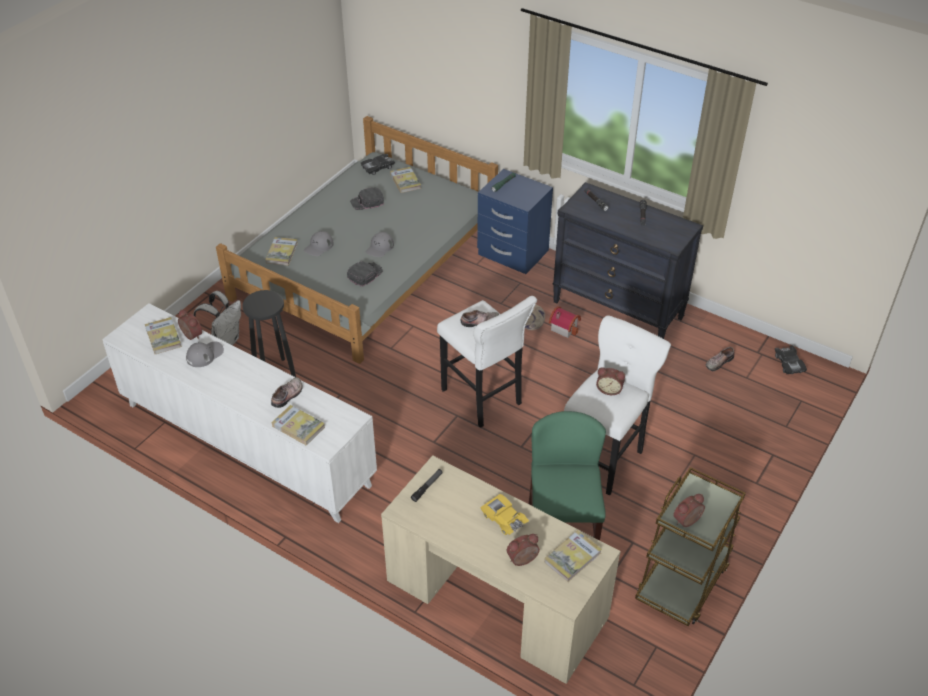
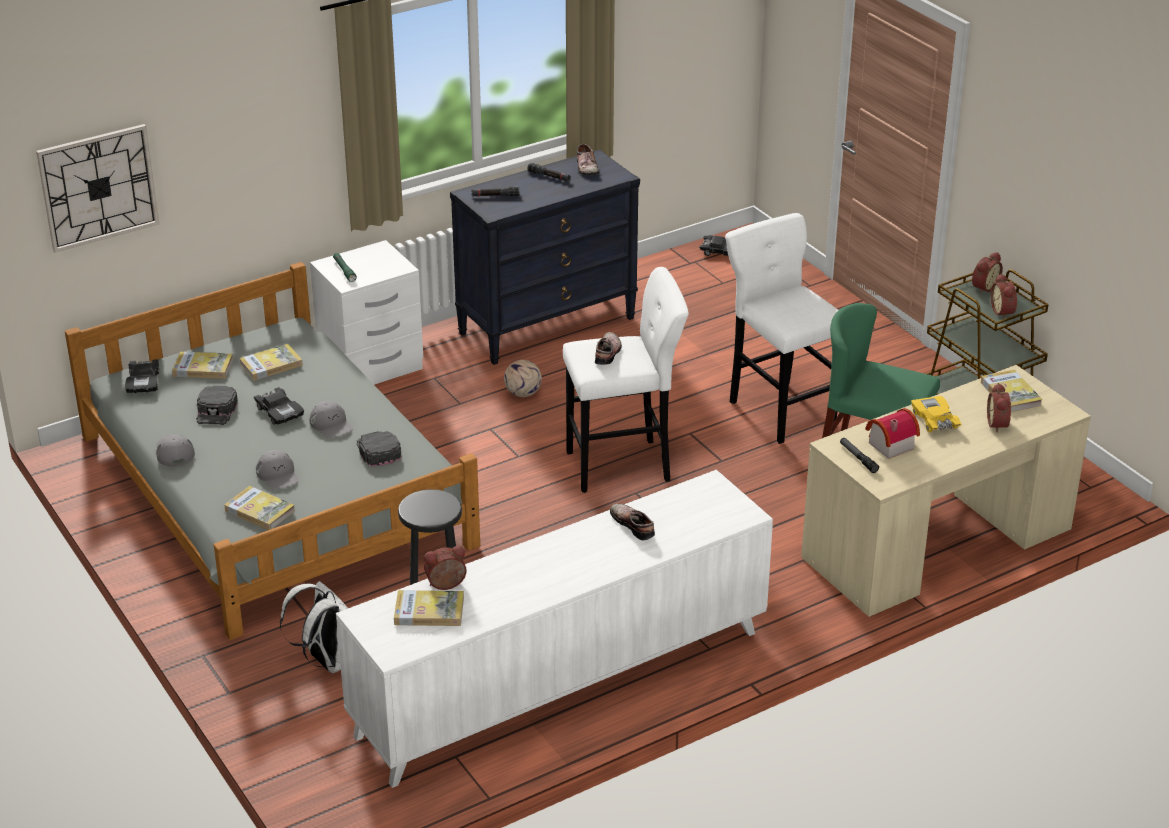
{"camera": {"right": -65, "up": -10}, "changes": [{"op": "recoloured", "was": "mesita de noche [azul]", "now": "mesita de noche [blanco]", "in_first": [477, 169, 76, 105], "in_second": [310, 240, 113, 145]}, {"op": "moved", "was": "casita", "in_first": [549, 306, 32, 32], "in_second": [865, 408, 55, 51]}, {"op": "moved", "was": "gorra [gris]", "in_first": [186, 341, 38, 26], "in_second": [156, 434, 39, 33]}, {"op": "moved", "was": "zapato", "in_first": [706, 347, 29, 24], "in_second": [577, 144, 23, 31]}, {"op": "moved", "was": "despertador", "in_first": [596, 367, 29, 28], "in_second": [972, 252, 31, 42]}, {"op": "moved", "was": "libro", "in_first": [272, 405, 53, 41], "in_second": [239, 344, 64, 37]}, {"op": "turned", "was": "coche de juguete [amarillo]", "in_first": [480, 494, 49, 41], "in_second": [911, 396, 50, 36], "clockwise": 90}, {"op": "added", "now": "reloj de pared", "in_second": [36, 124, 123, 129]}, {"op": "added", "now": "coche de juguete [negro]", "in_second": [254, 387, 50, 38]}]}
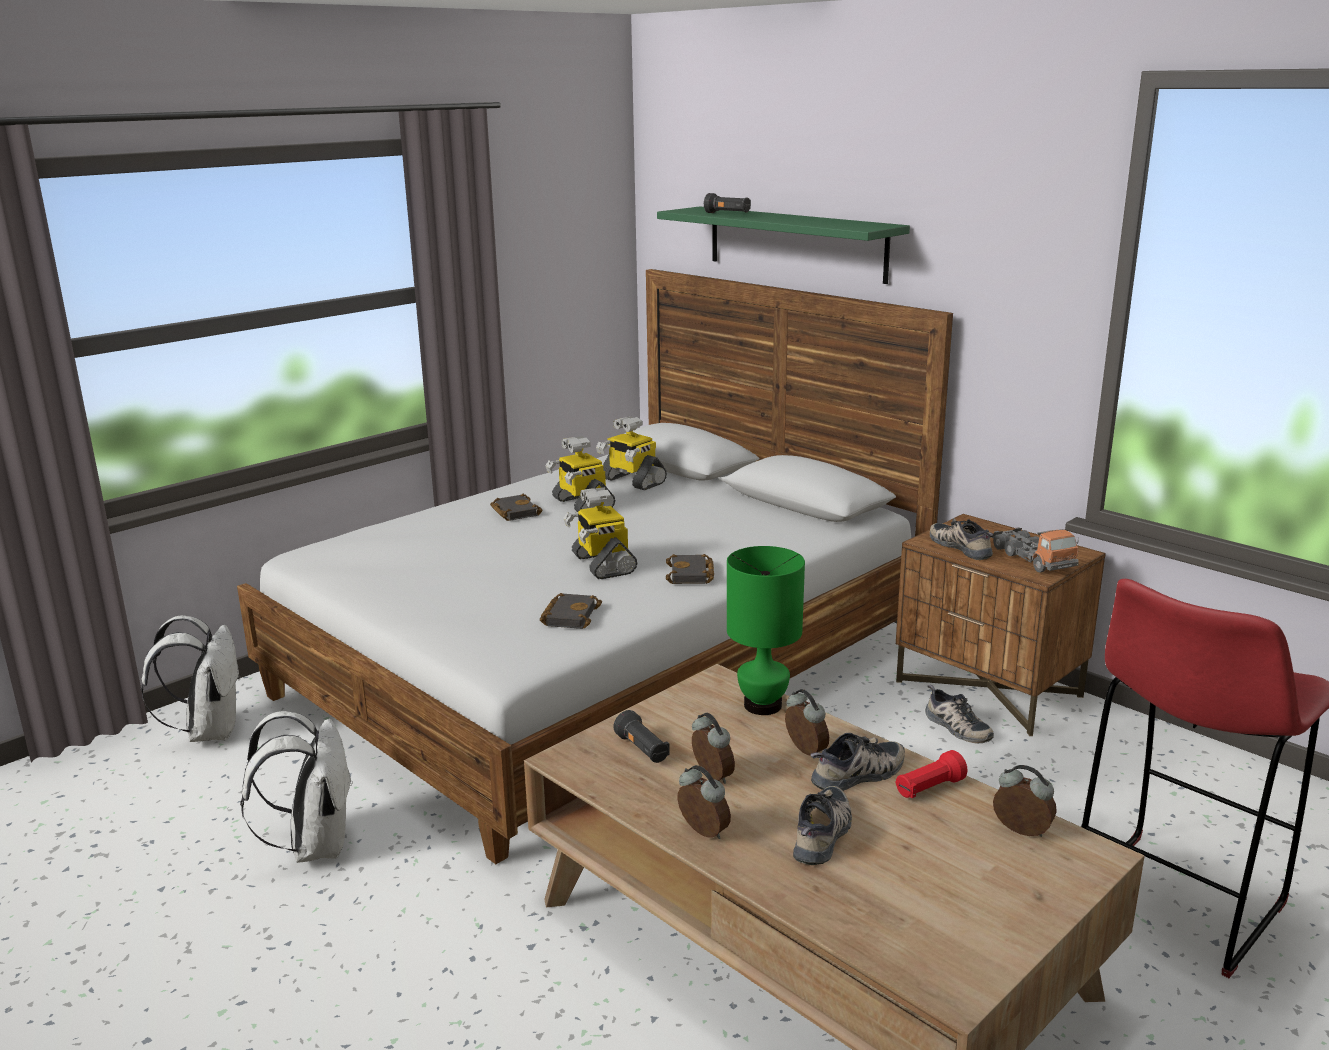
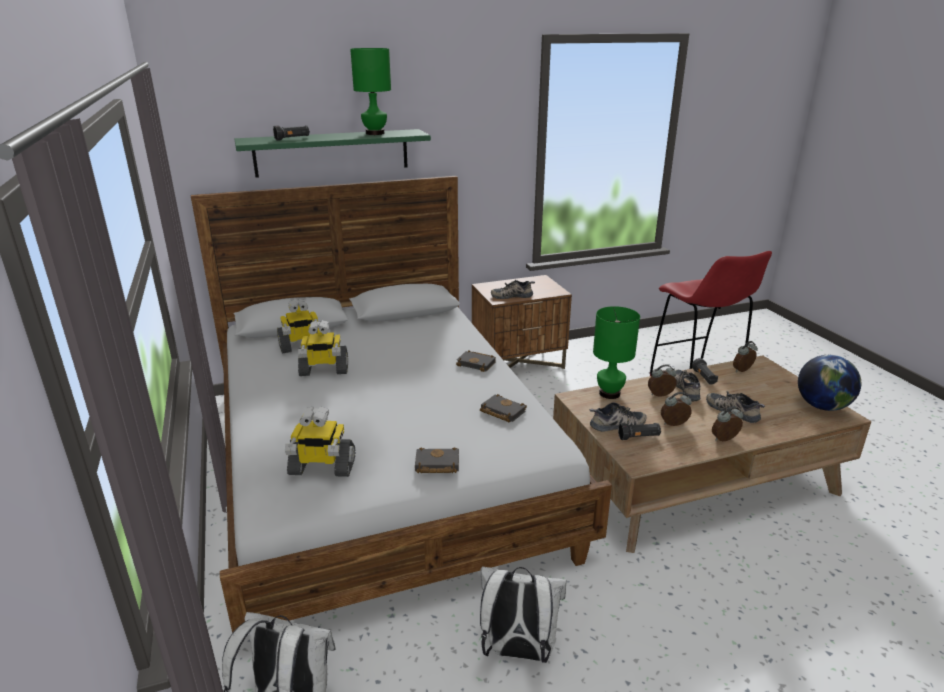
{"camera": {"right": -65, "up": 5}, "changes": [{"op": "moved", "was": "robot de juguete", "in_first": [563, 487, 74, 92], "in_second": [285, 406, 70, 71]}, {"op": "moved", "was": "libro [negro]", "in_first": [490, 494, 52, 27], "in_second": [415, 447, 44, 26]}, {"op": "removed", "was": "camión de juguete", "in_first": [991, 527, 88, 45]}, {"op": "moved", "was": "zapato", "in_first": [925, 685, 69, 59], "in_second": [590, 402, 57, 30]}, {"op": "recoloured", "was": "linterna [rojo]", "now": "linterna [negro]", "in_first": [895, 750, 72, 48], "in_second": [692, 358, 26, 27]}, {"op": "added", "now": "lámpara de mesa [verde]", "in_second": [350, 48, 41, 87]}, {"op": "added", "now": "globo terráqueo", "in_second": [798, 355, 63, 56]}]}
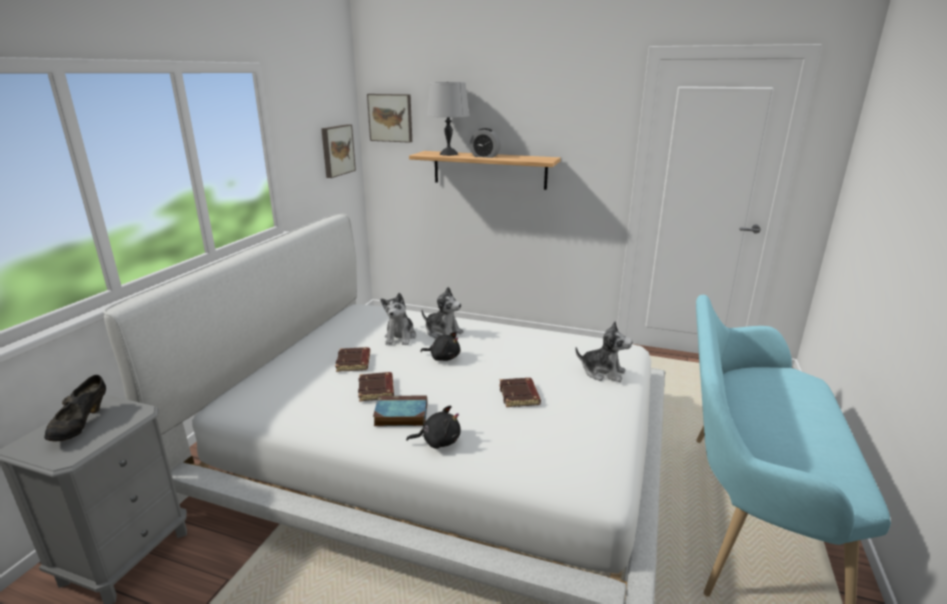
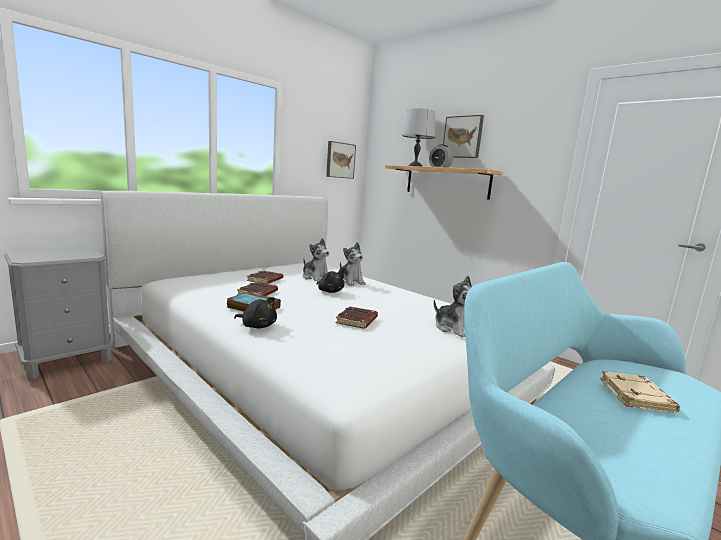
{"camera": {"right": 25, "up": -10}, "changes": [{"op": "moved", "was": "cuadro", "in_first": [367, 94, 45, 49], "in_second": [443, 115, 41, 43]}, {"op": "turned", "was": "peluche", "in_first": [381, 293, 35, 53], "in_second": [303, 238, 27, 44], "clockwise": -75}, {"op": "removed", "was": "zapato [negro]", "in_first": [44, 375, 62, 66]}, {"op": "added", "now": "libro [beis]", "in_second": [600, 371, 80, 42]}]}
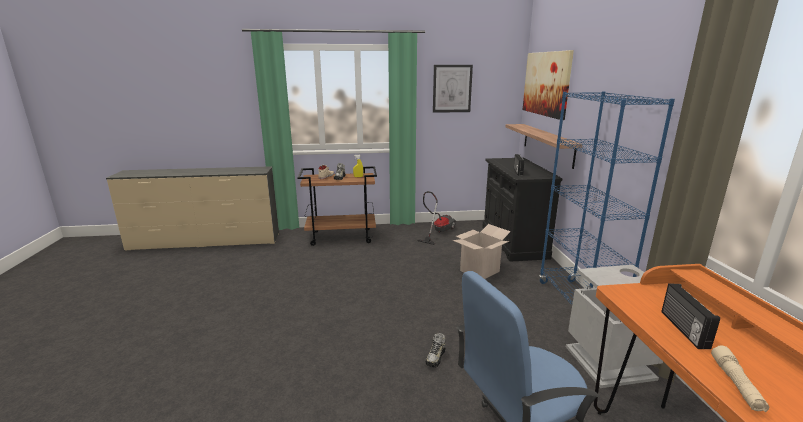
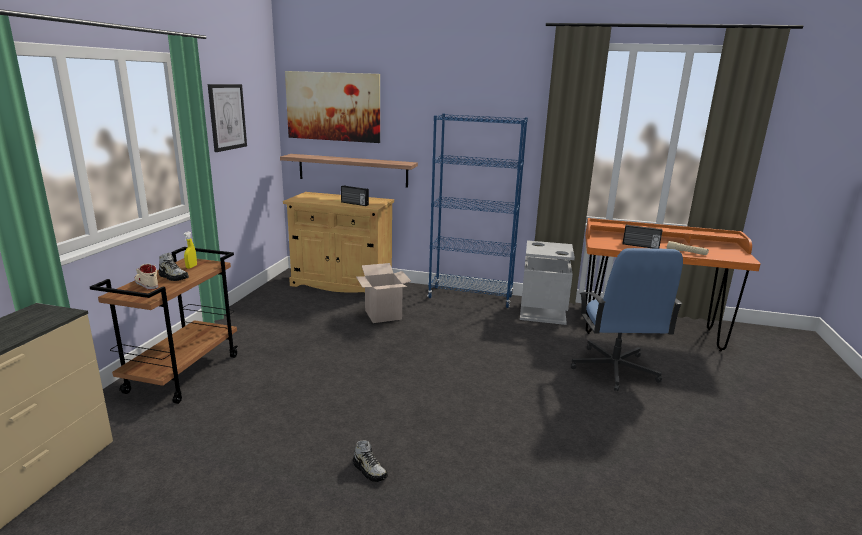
{"camera": {"right": -70, "up": 0}, "changes": [{"op": "recoloured", "was": "armario [negro]", "now": "armario [beis]", "in_first": [482, 158, 80, 103], "in_second": [283, 192, 111, 101]}, {"op": "removed", "was": "aspiradora", "in_first": [418, 191, 38, 54]}, {"op": "moved", "was": "zapato", "in_first": [426, 333, 20, 35], "in_second": [353, 440, 35, 42]}]}
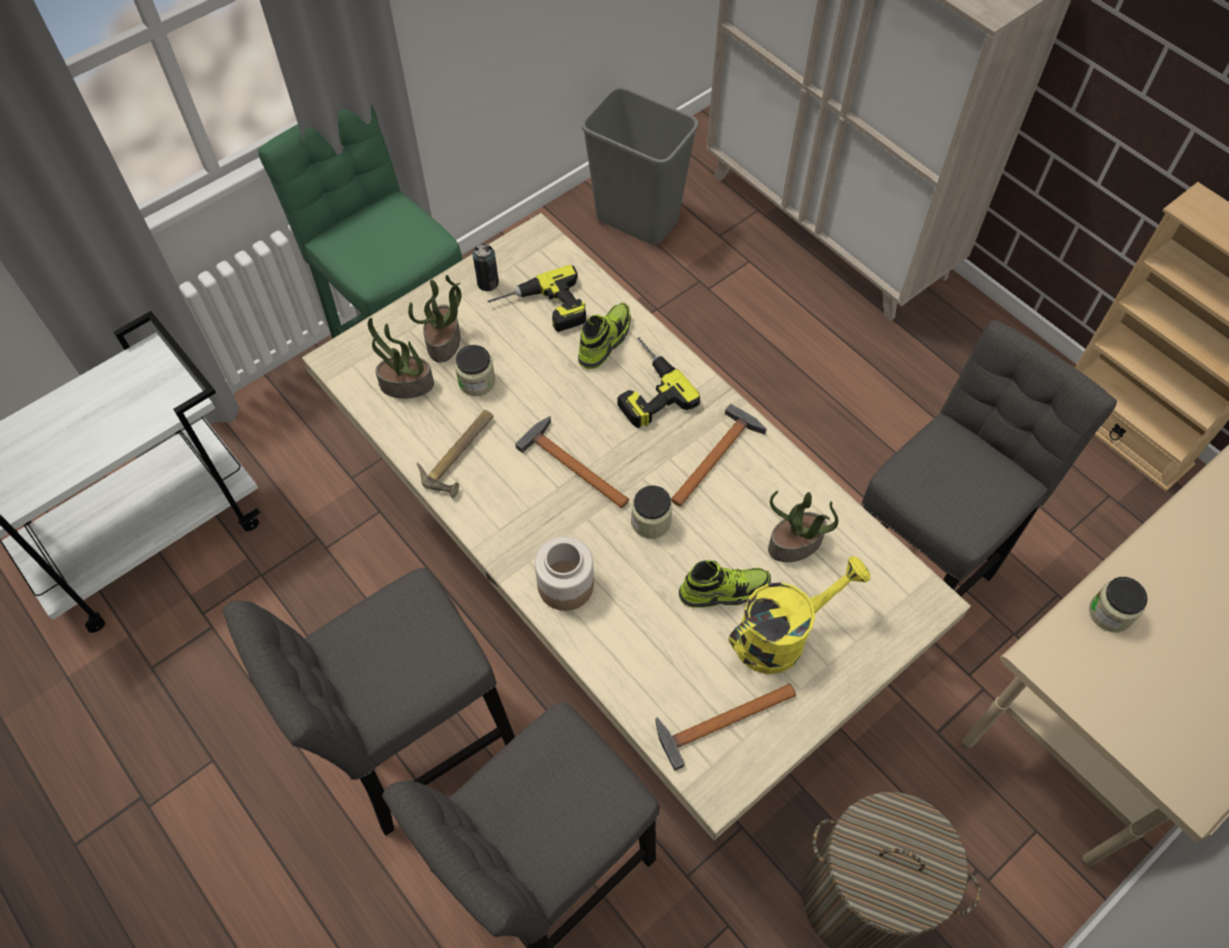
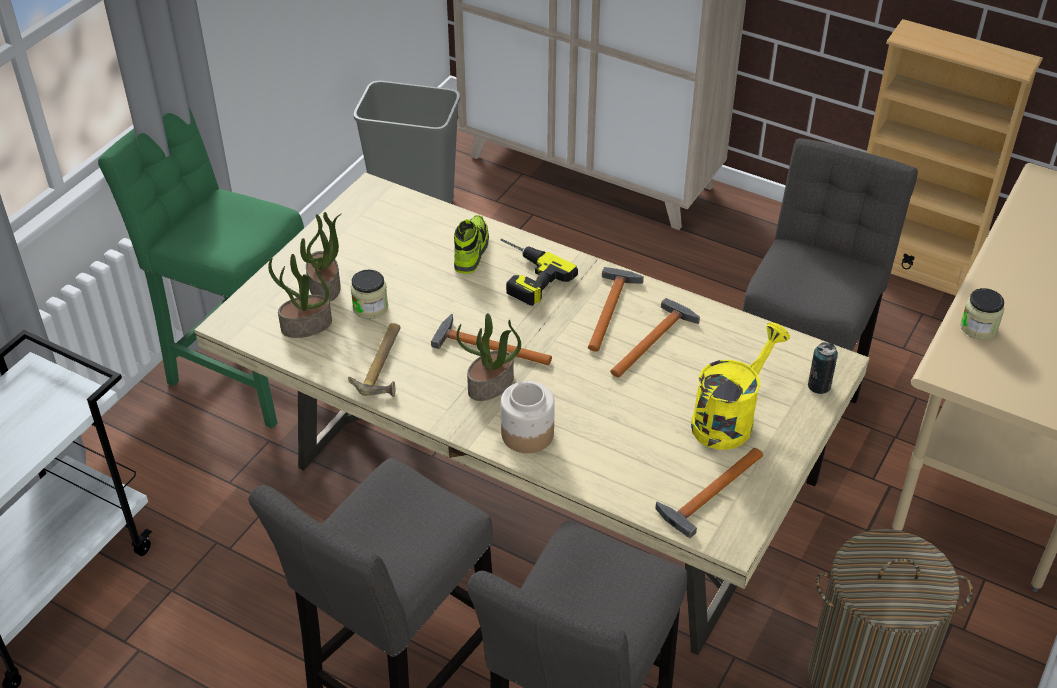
{"camera": {"right": -20, "up": -15}, "changes": [{"op": "moved", "was": "lata", "in_first": [473, 243, 26, 48], "in_second": [808, 342, 30, 52]}, {"op": "removed", "was": "taladro", "in_first": [487, 265, 99, 67]}, {"op": "removed", "was": "tarro", "in_first": [631, 485, 41, 54]}, {"op": "moved", "was": "planta en maceta", "in_first": [768, 491, 70, 71], "in_second": [456, 313, 65, 88]}, {"op": "removed", "was": "zapato", "in_first": [679, 560, 92, 48]}, {"op": "added", "now": "martillo", "in_second": [610, 298, 90, 80]}]}
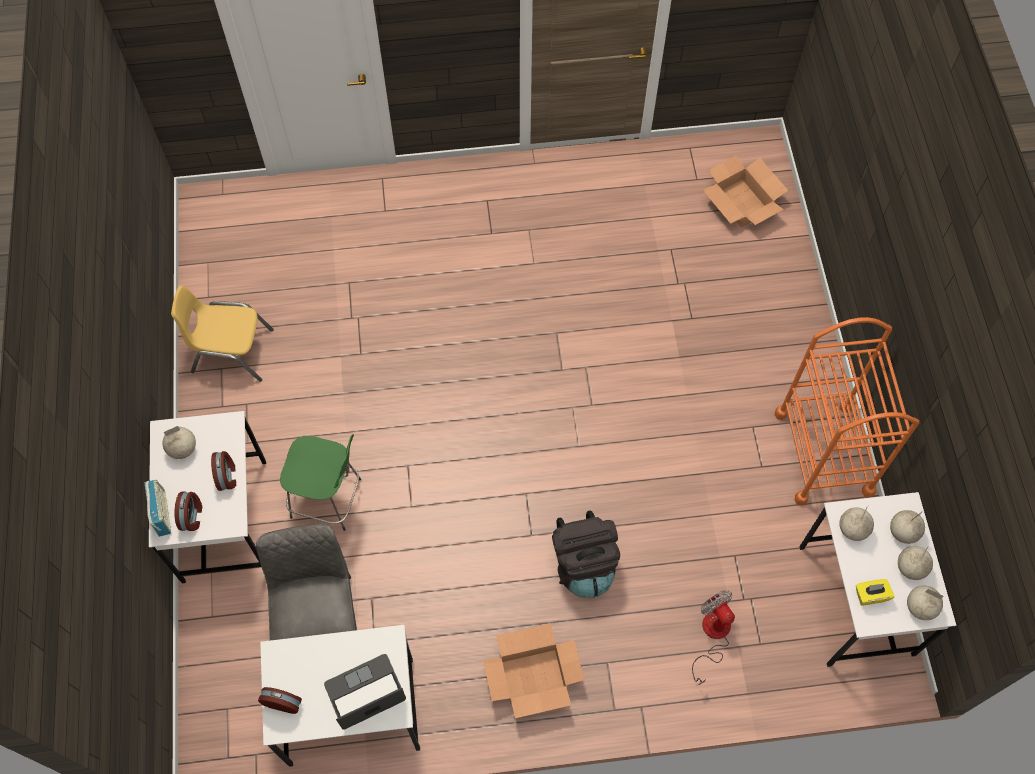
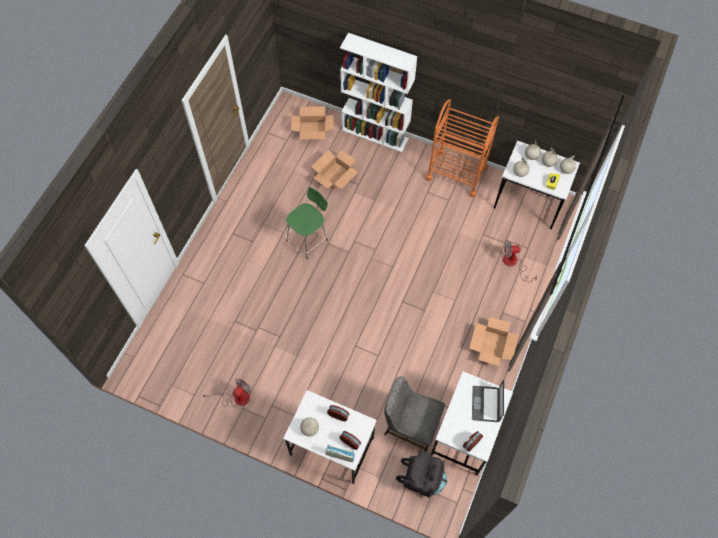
{"camera": {"right": -60, "up": 0}, "changes": [{"op": "replaced", "was": "silla [amarillo]", "now": "ventilador", "in_first": [171, 286, 103, 96], "in_second": [202, 378, 49, 28]}, {"op": "moved", "was": "taburete [verde]", "in_first": [280, 434, 81, 97], "in_second": [286, 187, 42, 72]}, {"op": "moved", "was": "mochila [negro]", "in_first": [552, 511, 68, 87], "in_second": [396, 451, 51, 47]}, {"op": "added", "now": "estantería [blanco]", "in_second": [340, 33, 77, 119]}, {"op": "added", "now": "caja de cartón", "in_second": [311, 150, 47, 40]}]}
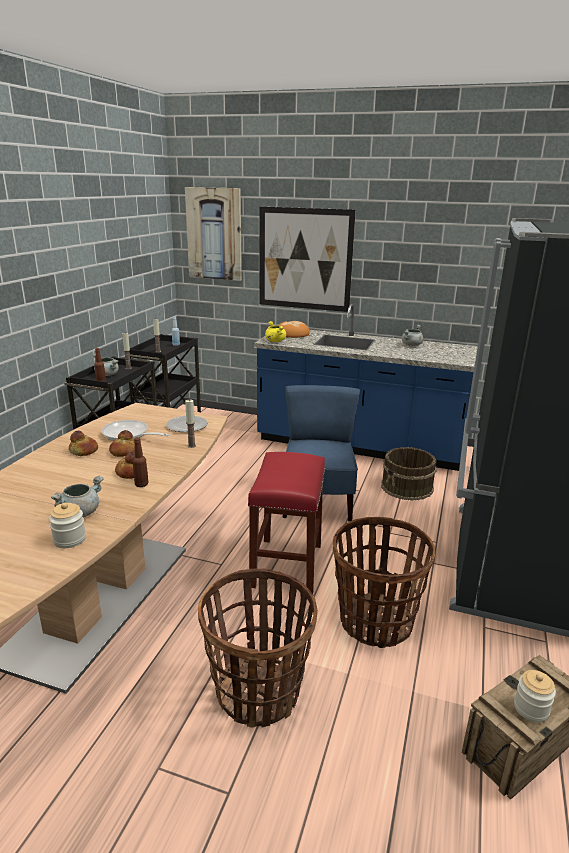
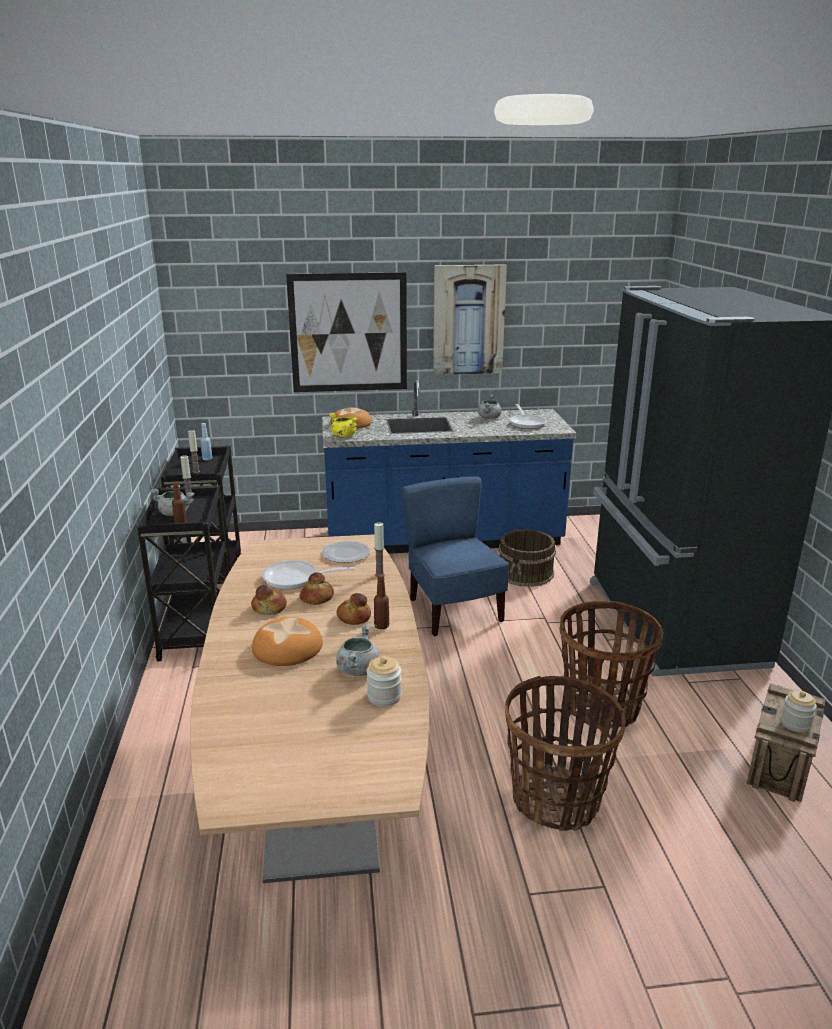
{"camera": {"right": -25, "up": 0}, "changes": [{"op": "moved", "was": "cuadro", "in_first": [185, 187, 57, 94], "in_second": [433, 264, 74, 111]}, {"op": "removed", "was": "taburete [rojo]", "in_first": [248, 452, 77, 142]}, {"op": "added", "now": "sartén", "in_second": [510, 404, 37, 25]}, {"op": "added", "now": "pan", "in_second": [252, 617, 71, 49]}]}
